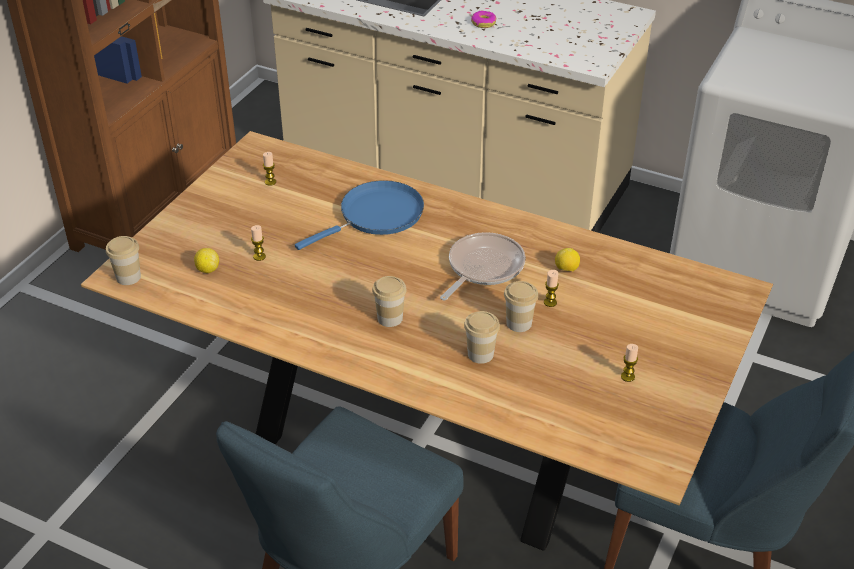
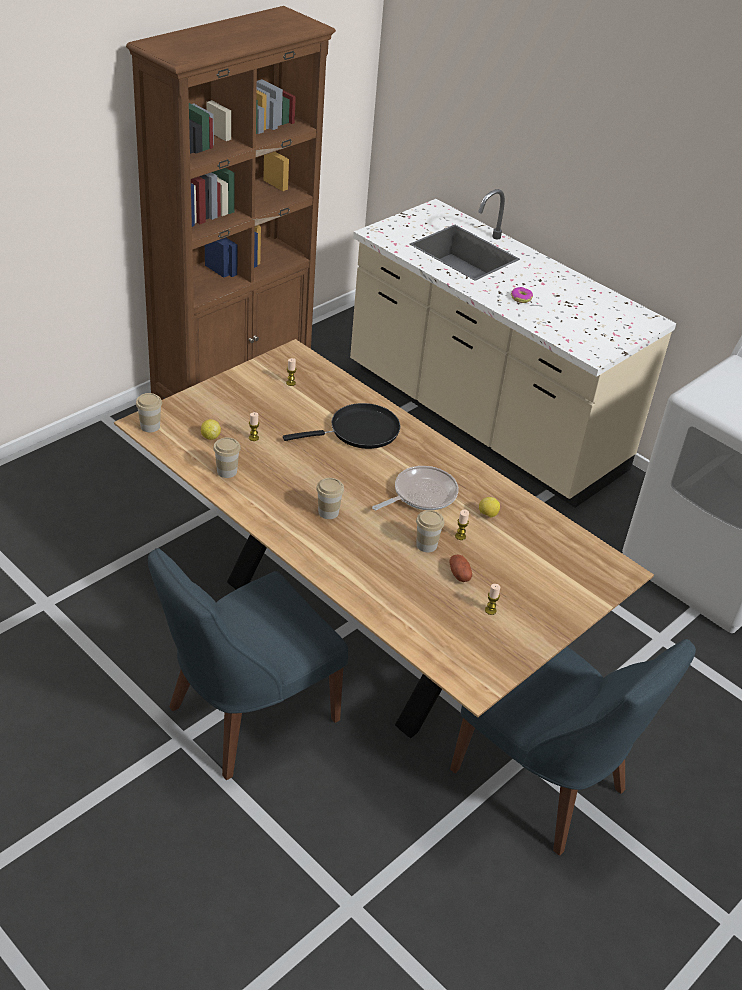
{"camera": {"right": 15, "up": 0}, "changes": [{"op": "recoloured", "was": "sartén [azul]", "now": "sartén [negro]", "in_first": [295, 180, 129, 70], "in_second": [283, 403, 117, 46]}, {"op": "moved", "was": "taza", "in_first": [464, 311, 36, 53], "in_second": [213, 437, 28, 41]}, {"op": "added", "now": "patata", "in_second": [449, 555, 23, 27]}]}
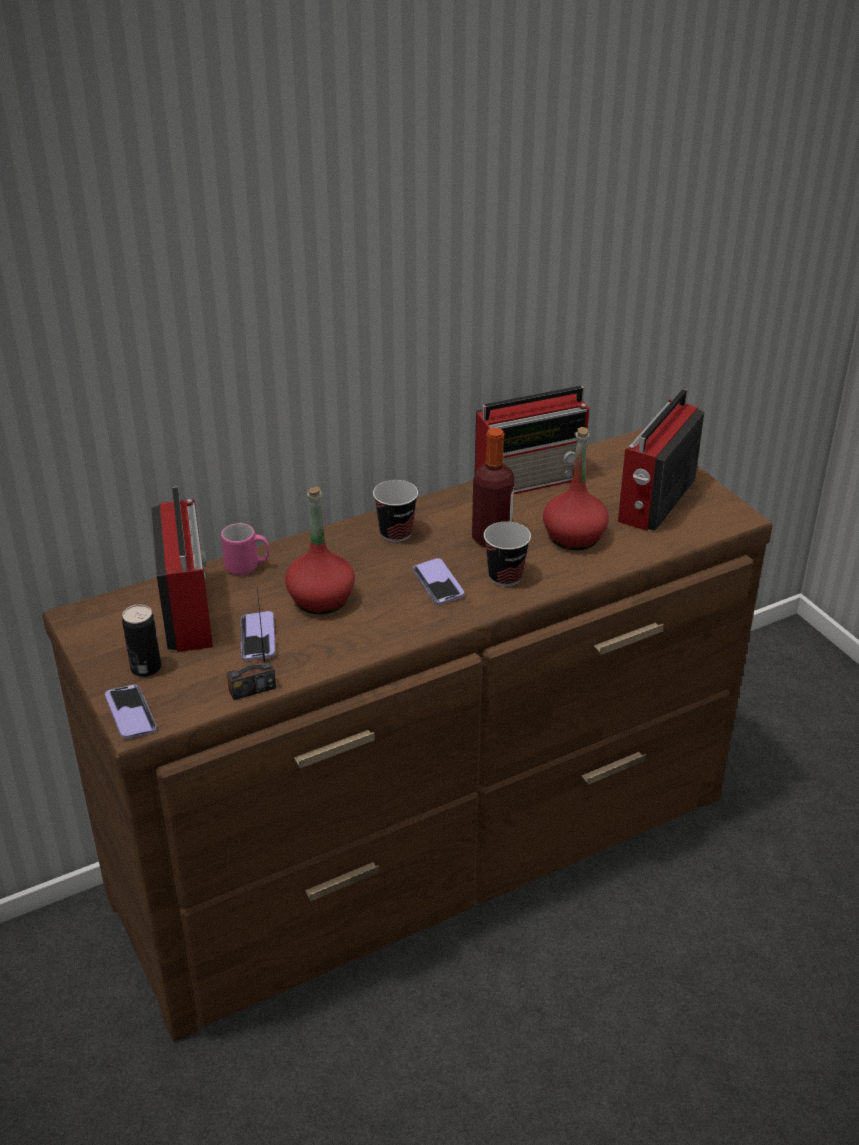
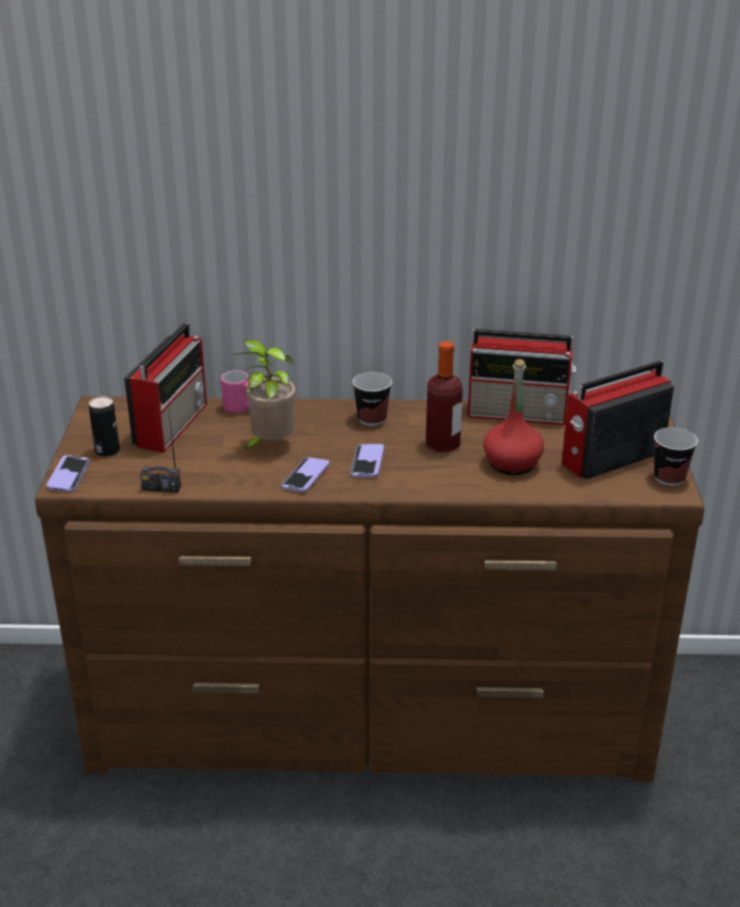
{"camera": {"right": 30, "up": -5}, "changes": [{"op": "replaced", "was": "botella [rojo]", "now": "planta en maceta", "in_first": [285, 487, 70, 127], "in_second": [236, 340, 60, 111]}, {"op": "moved", "was": "taza", "in_first": [484, 522, 47, 65], "in_second": [654, 427, 44, 59]}, {"op": "moved", "was": "móvil", "in_first": [241, 611, 34, 50], "in_second": [281, 457, 48, 35]}]}
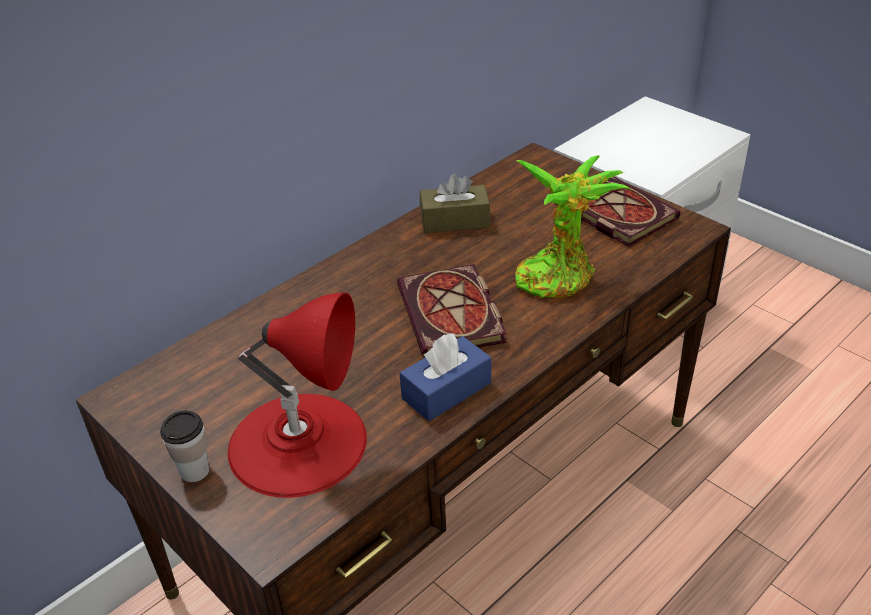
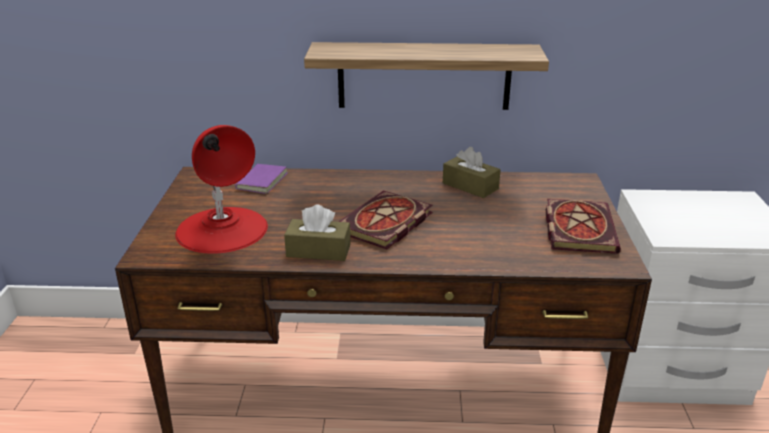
{"camera": {"right": 45, "up": -10}, "changes": [{"op": "removed", "was": "planta en maceta", "in_first": [515, 155, 115, 143]}, {"op": "recoloured", "was": "caja de pañuelos [azul]", "now": "caja de pañuelos [marrón]", "in_first": [400, 333, 91, 88], "in_second": [284, 205, 67, 56]}, {"op": "removed", "was": "taza", "in_first": [160, 410, 49, 72]}, {"op": "added", "now": "estante", "in_second": [304, 42, 245, 68]}, {"op": "added", "now": "libro [morado]", "in_second": [234, 164, 54, 30]}]}
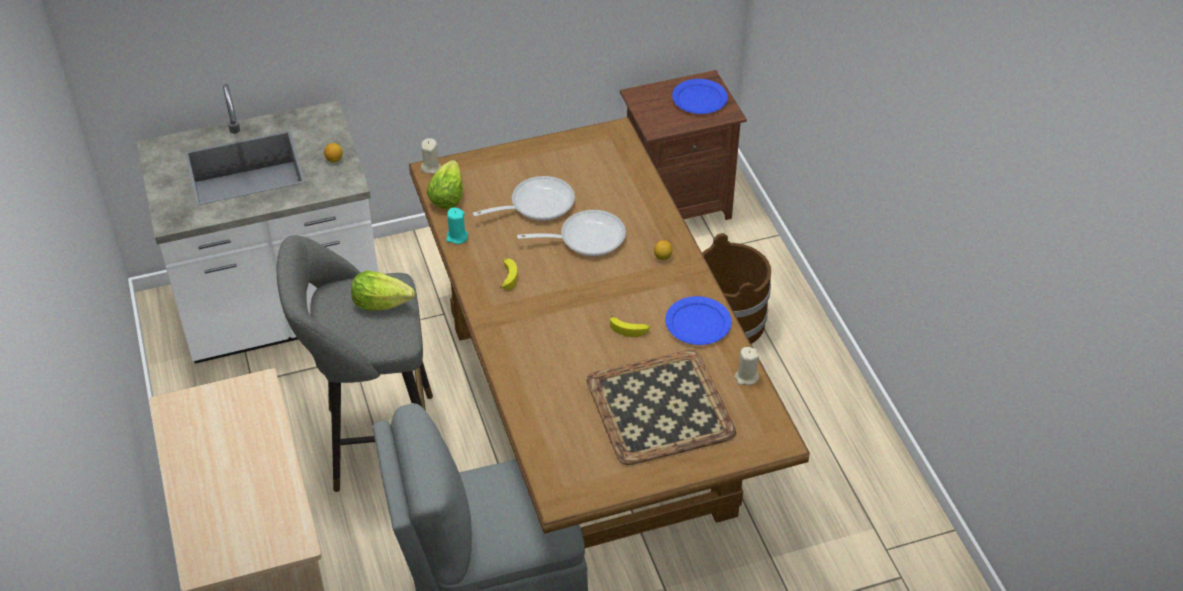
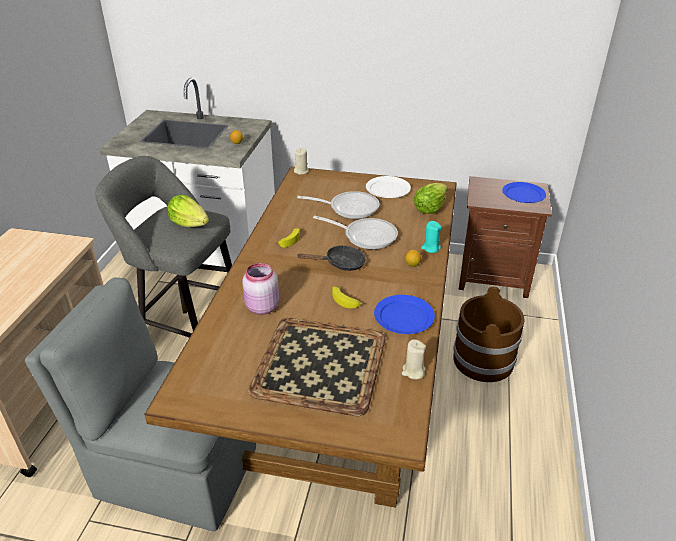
{"camera": {"right": 30, "up": -10}, "changes": [{"op": "moved", "was": "lechuga", "in_first": [427, 160, 36, 49], "in_second": [414, 183, 33, 31]}, {"op": "moved", "was": "vela [turquesa]", "in_first": [446, 208, 22, 36], "in_second": [421, 221, 21, 32]}, {"op": "added", "now": "plato [blanco]", "in_second": [366, 176, 45, 22]}, {"op": "added", "now": "sartén [negro]", "in_second": [298, 245, 68, 26]}, {"op": "added", "now": "tarro [rosa]", "in_second": [242, 263, 37, 52]}]}
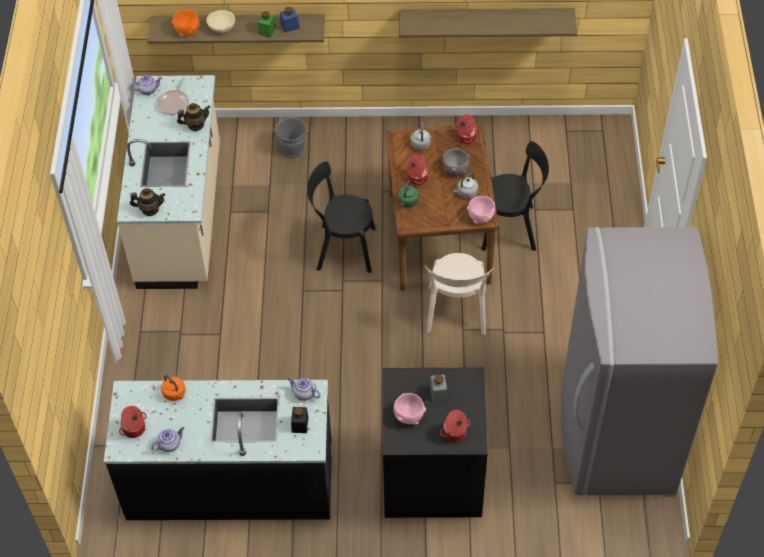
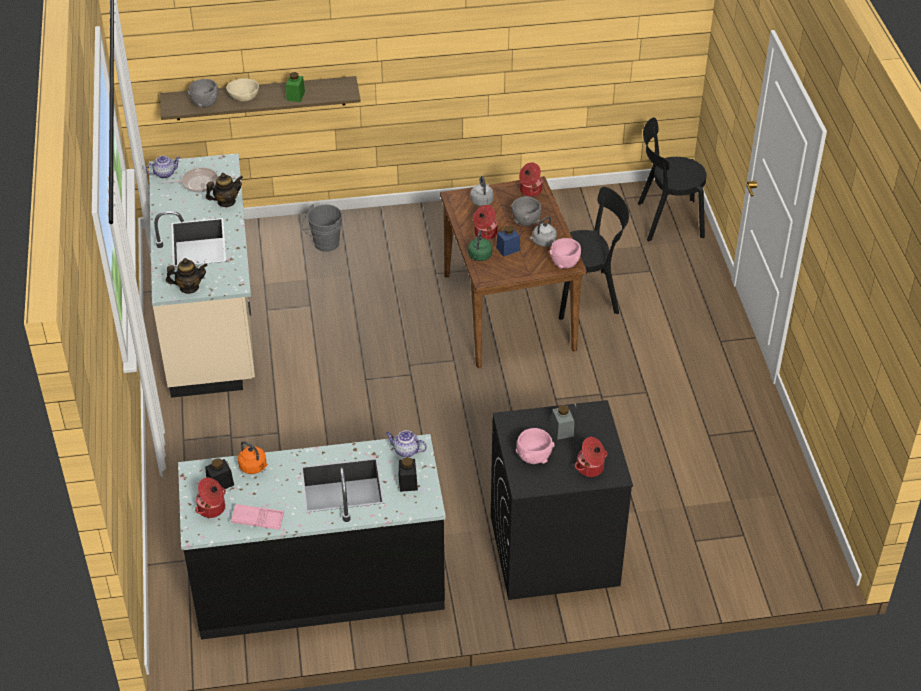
{"camera": {"right": -10, "up": -10}, "changes": [{"op": "moved", "was": "tarro [azul]", "in_first": [280, 7, 20, 26], "in_second": [496, 226, 24, 31]}, {"op": "removed", "was": "estante", "in_first": [399, 8, 178, 30]}, {"op": "recoloured", "was": "cuenco [naranja]", "now": "cuenco [gris]", "in_first": [172, 10, 27, 26], "in_second": [188, 79, 30, 29]}, {"op": "turned", "was": "sartén", "in_first": [157, 77, 32, 38], "in_second": [161, 168, 57, 24], "clockwise": -105}, {"op": "moved", "was": "silla [negro]", "in_first": [307, 161, 69, 112], "in_second": [638, 117, 68, 124]}, {"op": "removed", "was": "nevera [gris]", "in_first": [561, 227, 157, 269]}, {"op": "removed", "was": "silla [beis]", "in_first": [424, 253, 70, 82]}, {"op": "replaced", "was": "tetera", "now": "bandeja [rosa]", "in_first": [151, 427, 33, 25], "in_second": [231, 504, 53, 26]}, {"op": "added", "now": "tarro [negro]", "in_second": [205, 458, 29, 31]}]}
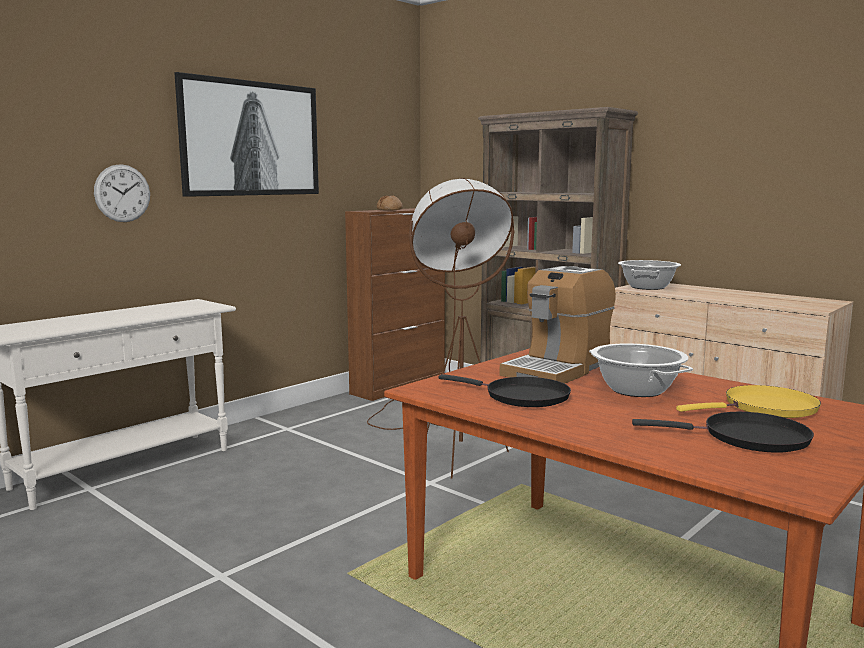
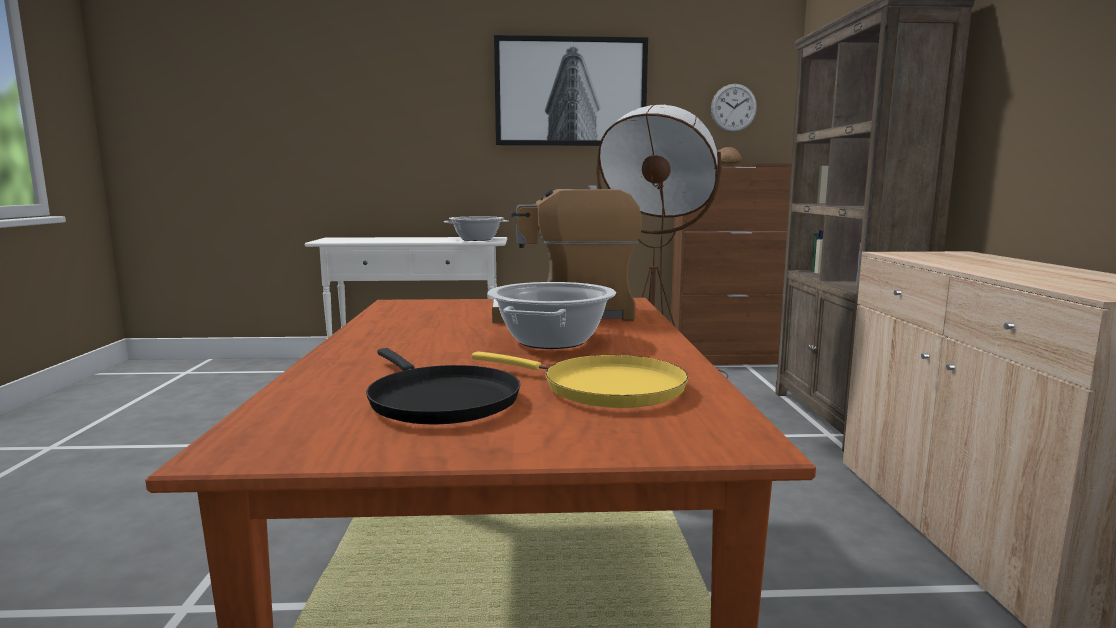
{"camera": {"right": 45, "up": 0}, "changes": [{"op": "moved", "was": "reloj de pared", "in_first": [94, 164, 56, 58], "in_second": [711, 84, 46, 48]}, {"op": "moved", "was": "olla", "in_first": [618, 260, 63, 30], "in_second": [444, 216, 65, 25]}, {"op": "removed", "was": "sartén [negro]", "in_first": [438, 374, 133, 33]}]}
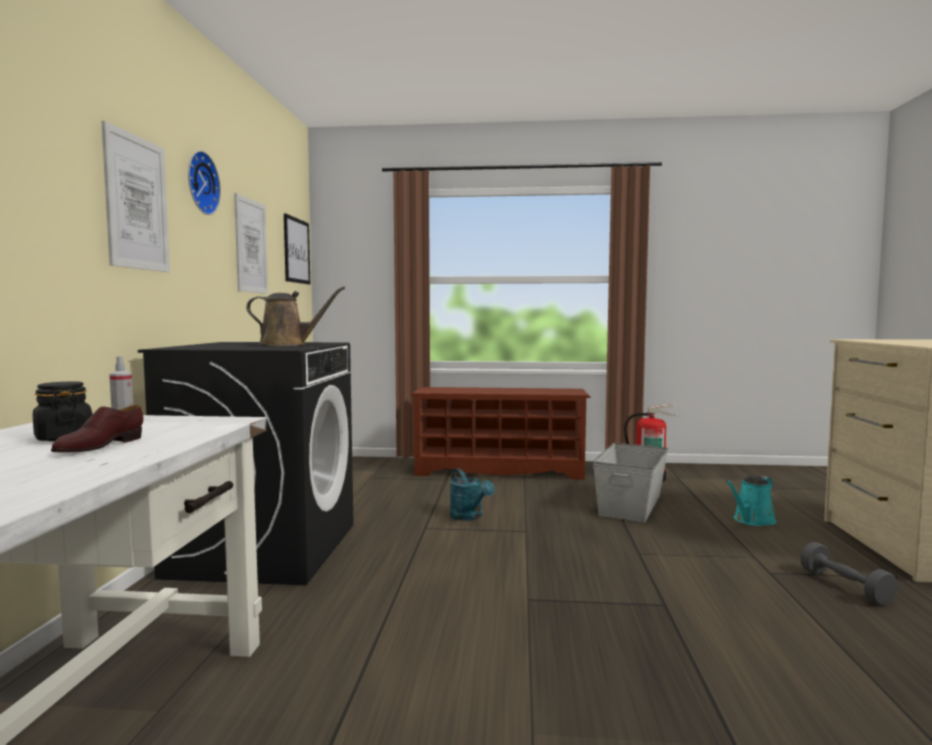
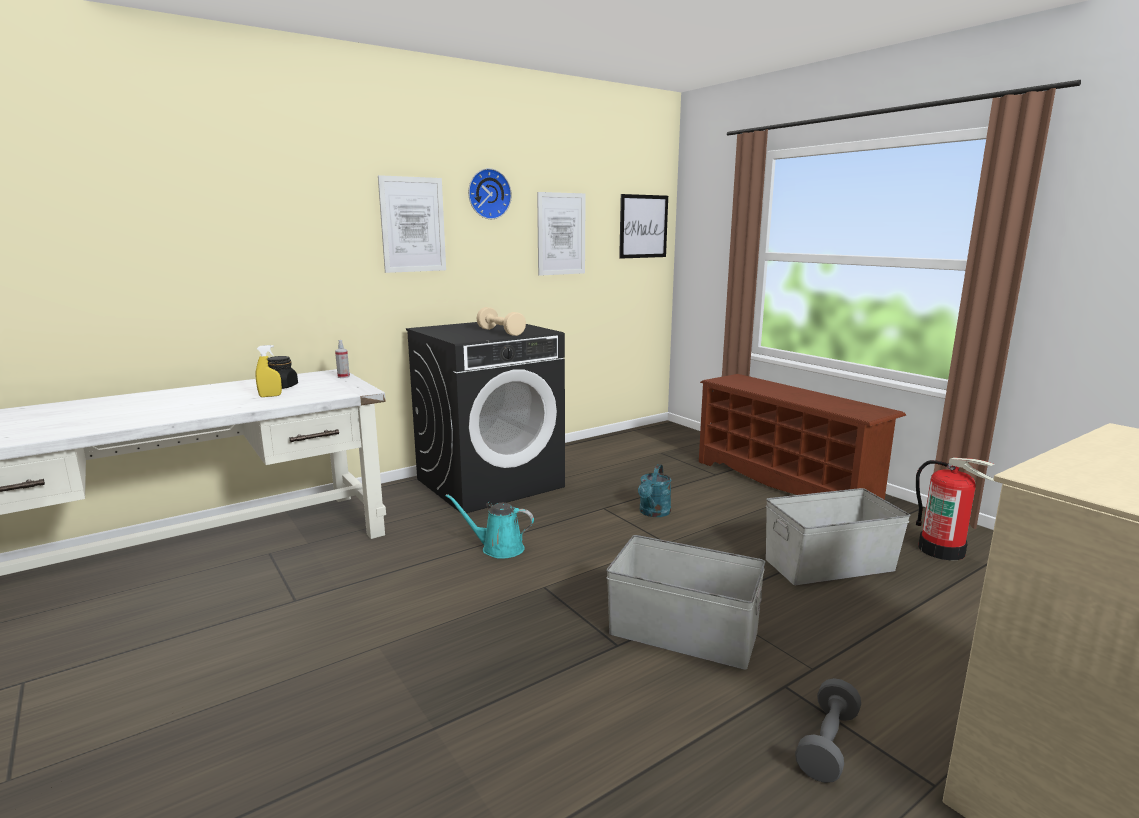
{"camera": {"right": 50, "up": 10}, "changes": [{"op": "replaced", "was": "regadera [marrón]", "now": "mancuerna [beis]", "in_first": [246, 286, 99, 60], "in_second": [476, 307, 50, 29]}, {"op": "replaced", "was": "zapato [marrón]", "now": "pulverizador [amarillo]", "in_first": [51, 405, 92, 48], "in_second": [256, 345, 26, 52]}, {"op": "moved", "was": "regadera [turquesa]", "in_first": [725, 476, 51, 50], "in_second": [445, 494, 89, 65]}, {"op": "added", "now": "caja de almacenaje [gris]", "in_second": [606, 535, 159, 135]}]}
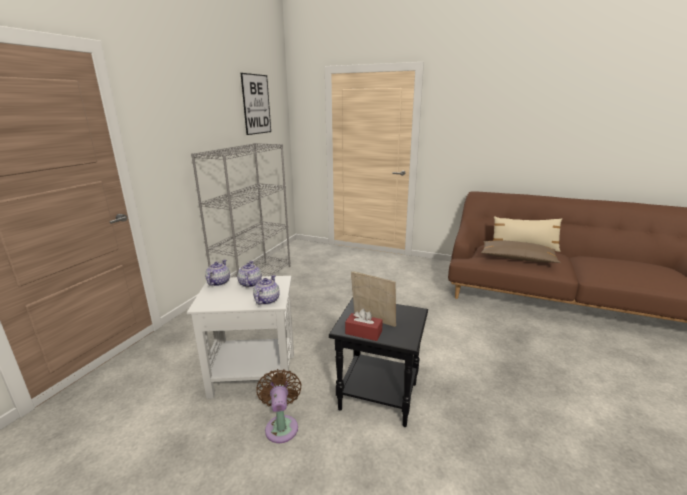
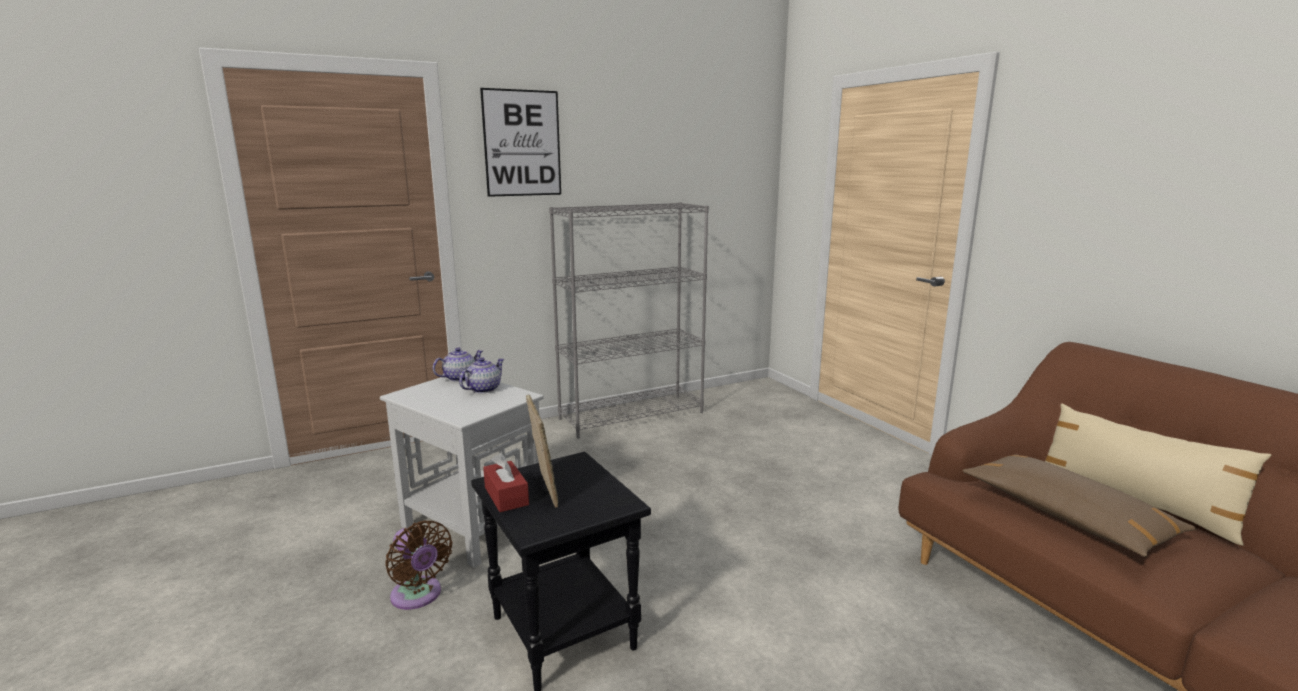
{"camera": {"right": 40, "up": -5}, "changes": [{"op": "moved", "was": "cuadro", "in_first": [241, 73, 30, 62], "in_second": [480, 88, 81, 109]}, {"op": "removed", "was": "tetera", "in_first": [253, 275, 27, 30]}, {"op": "turned", "was": "ventilador [marrón]", "in_first": [256, 369, 45, 74], "in_second": [385, 520, 67, 90], "clockwise": 105}]}
